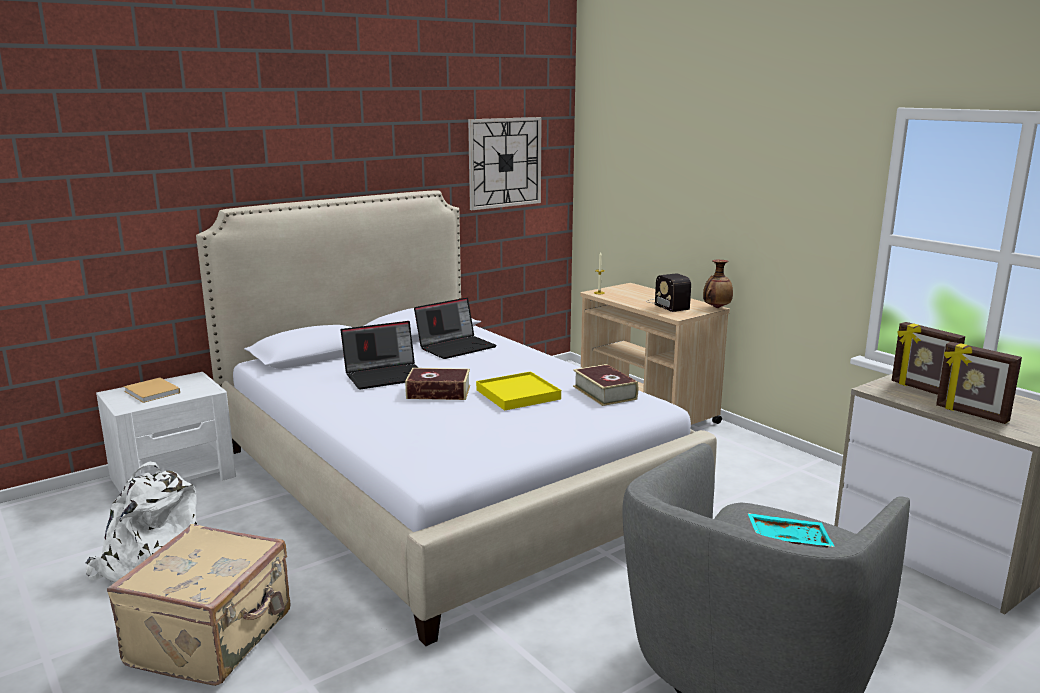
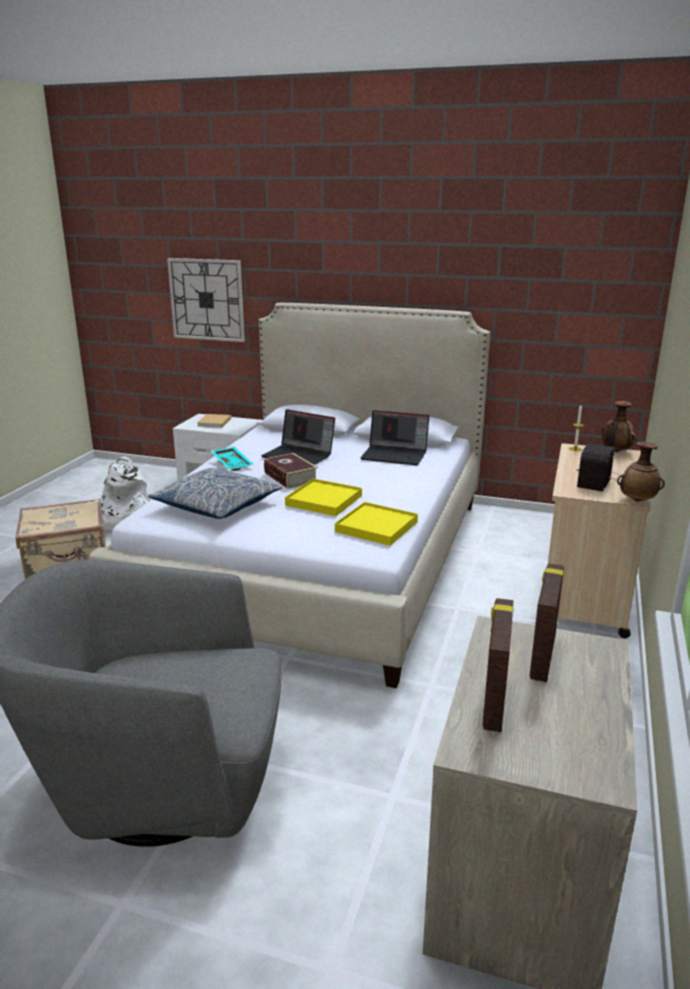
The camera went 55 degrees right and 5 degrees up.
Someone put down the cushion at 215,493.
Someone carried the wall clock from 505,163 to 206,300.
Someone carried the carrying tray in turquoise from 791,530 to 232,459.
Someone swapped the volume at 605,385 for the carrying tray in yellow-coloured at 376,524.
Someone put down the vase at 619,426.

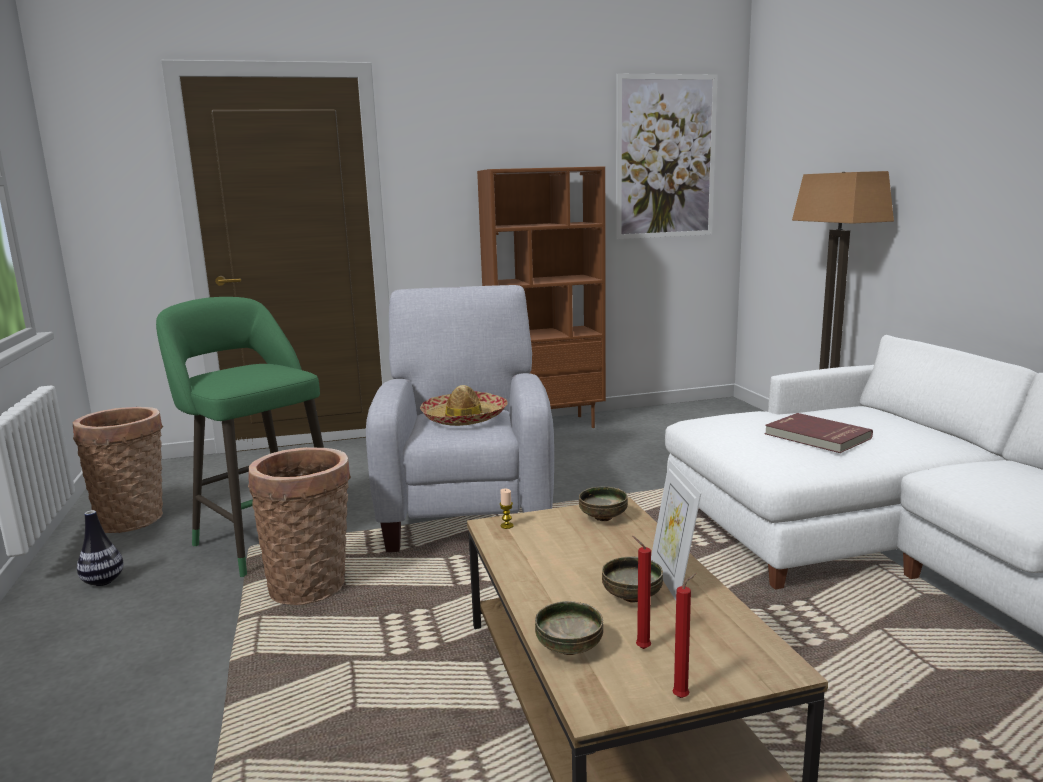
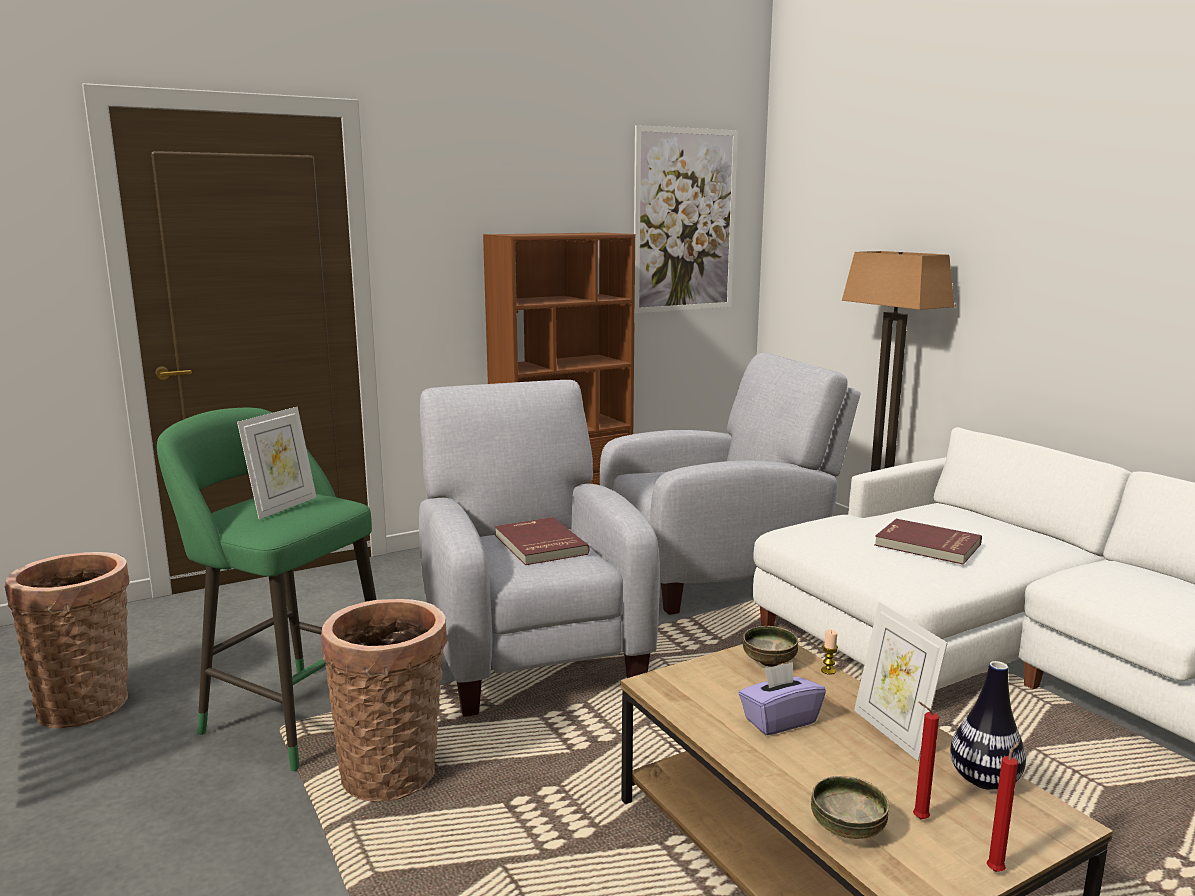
The camera went 15 degrees left and 0 degrees up.
Someone put down the photo frame at 277,463.
Someone swapped the hat at 464,405 for the volume in red at 542,541.
Someone put down the lounge chair in gray at 730,484.
Someone put down the tissue holder in purple-coloured at 782,698.
Someone carried the wax light from 506,509 to 829,652.
Someone carried the vase from 100,548 to 988,725.
Someone took away the bowl at 632,580.

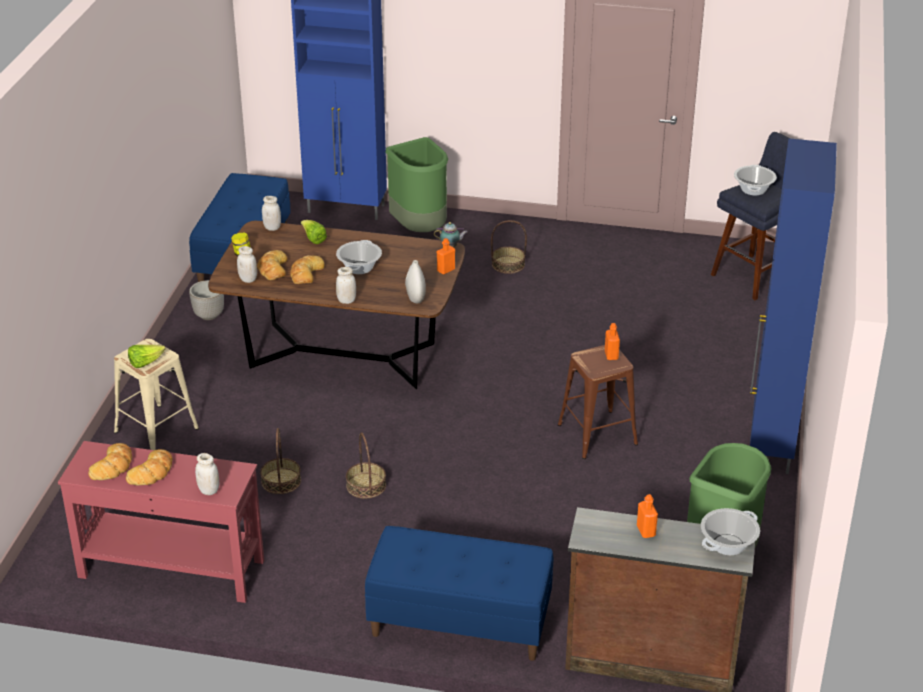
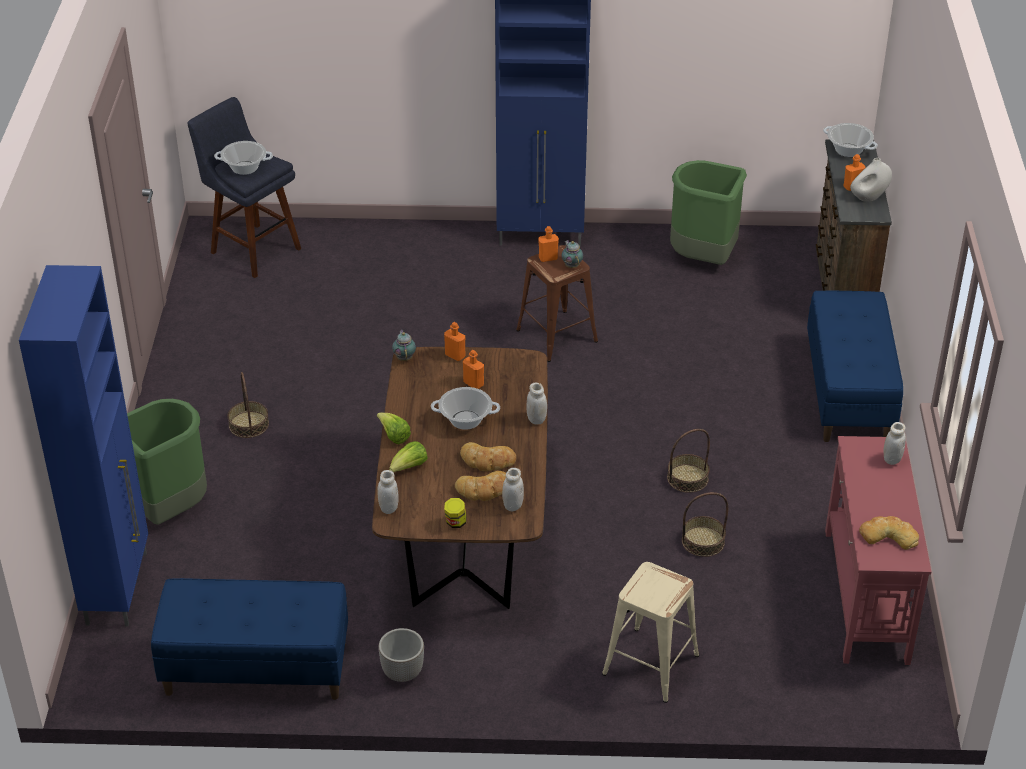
The camera went 100 degrees left and 5 degrees up.
Someone carried the lettuce from 147,356 to 394,428.
Someone put down the bottle in orange at 473,369.
Someone put down the pot for tea at 572,254.
Someone carried the vase in whitish from 415,281 to 871,180.
Someone took away the bakery bread at 149,467.

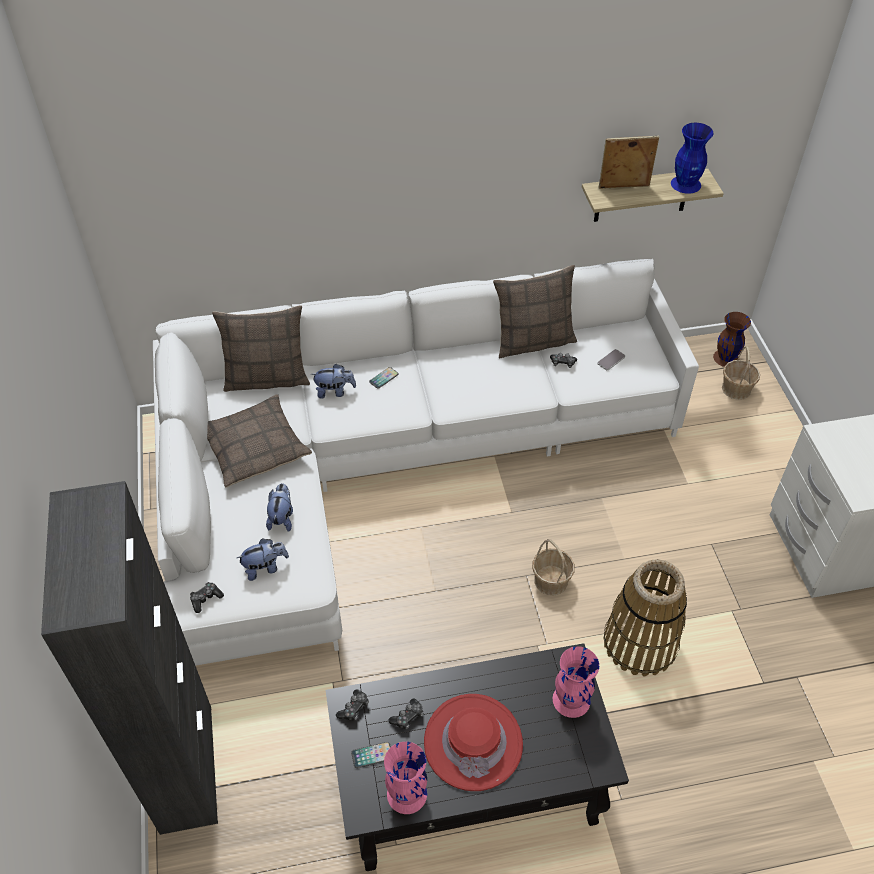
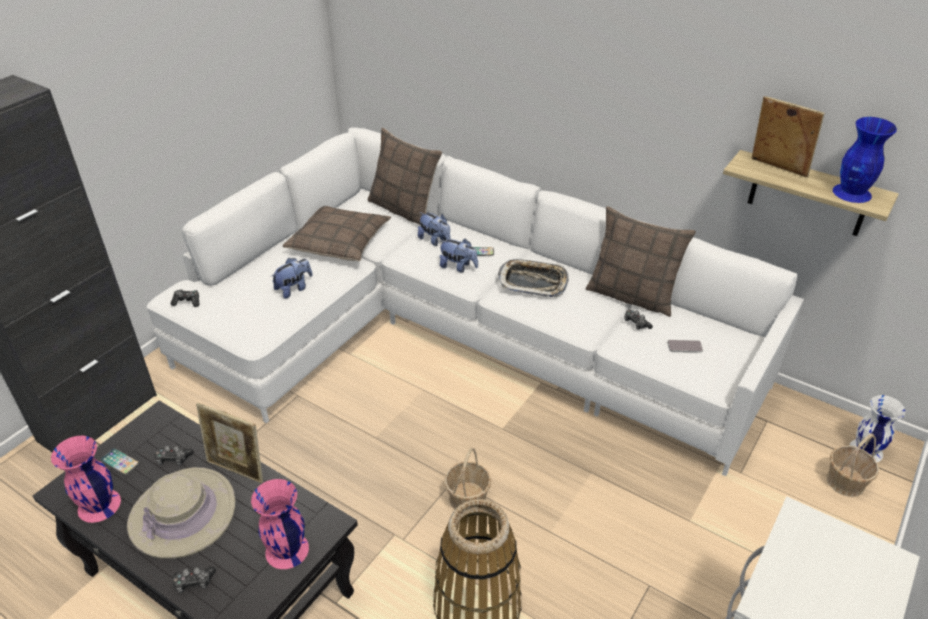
The camera went 45 degrees right and 10 degrees down.
Someone repainted the hat in red at 473,742, which became the hat in sand-coloured at 181,513.
Someone carried the joypad from 352,705 to 194,580.
Someone put down the photo frame at 229,443.
Someone carried the cuddly toy from 263,559 to 458,255.
Someone put down the carrying tray at 533,278.
Someone repainted the vase in brown-coloured at 732,339, which became the vase in whitish at 877,428.

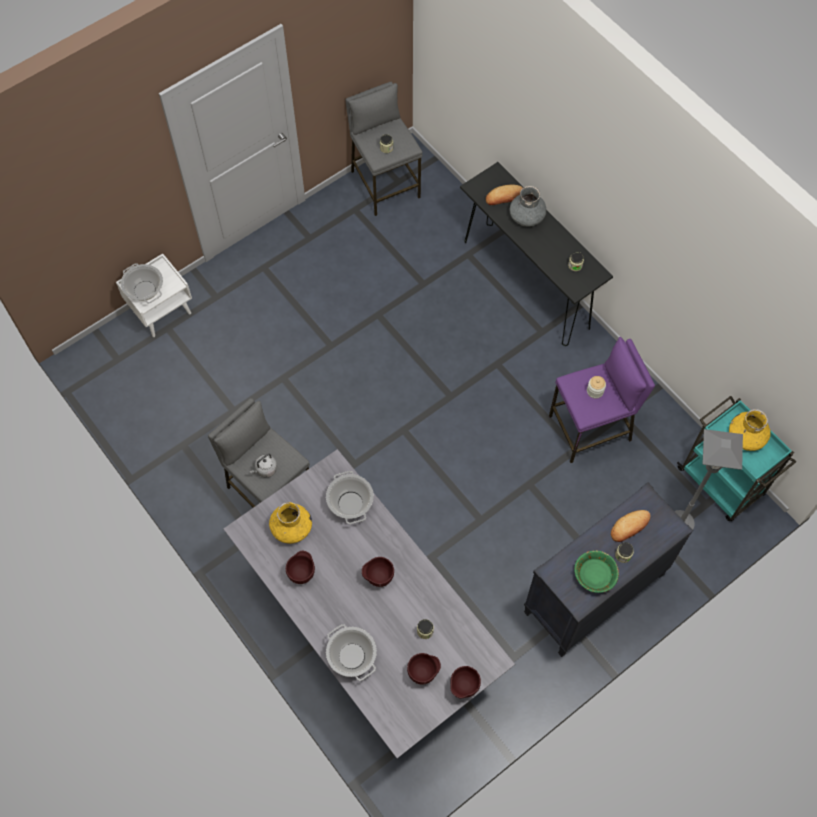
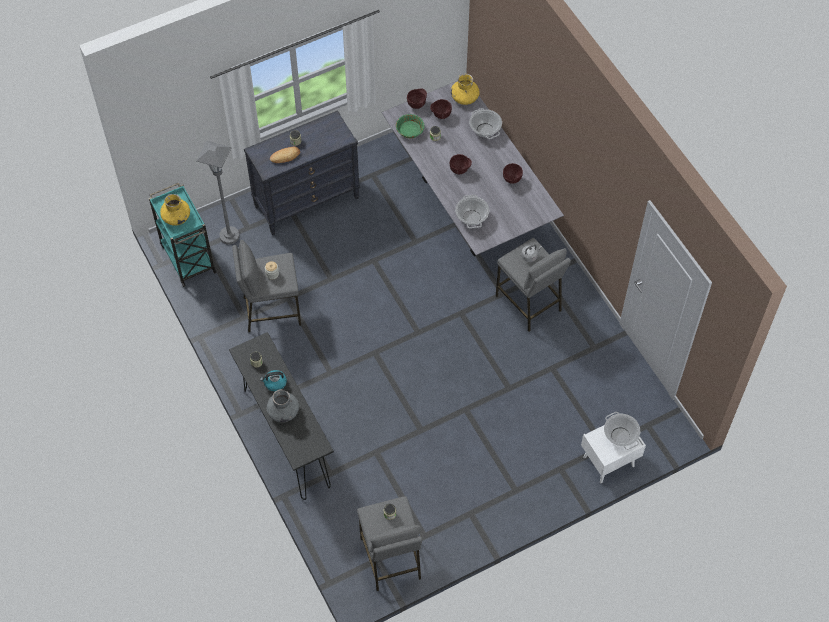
The camera went 170 degrees left and 5 degrees down.
Someone repainted the stool seat in purple-coloured at 602,400, which became the stool seat in gray at 266,286.
Someone put down the kettle at 273,381.
Someone carried the bowl in green-coloured from 596,571 to 410,126.
Someone carried the vase in yellow-coloured from 290,523 to 465,89.
Someone took away the bakery bread at 504,195.

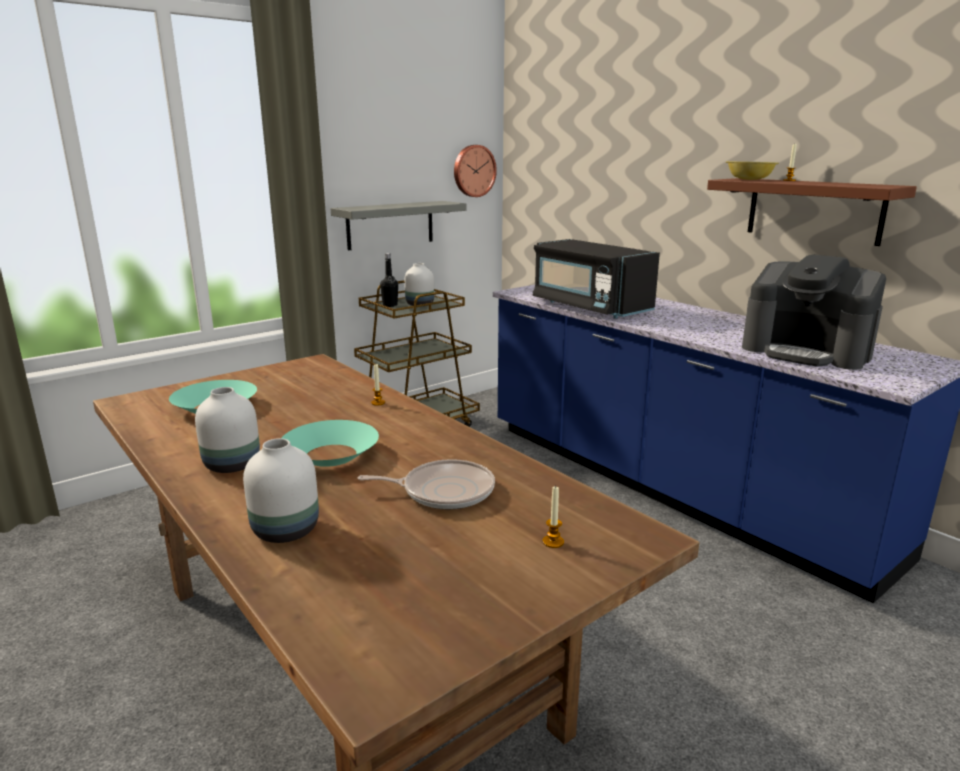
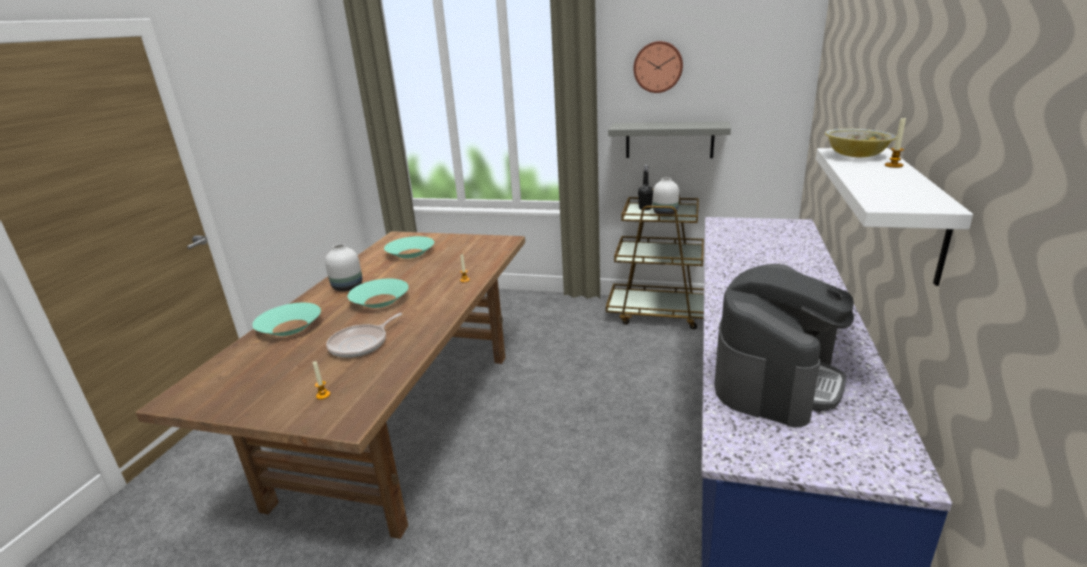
The camera went 55 degrees right and 5 degrees up.
Someone swapped the vase in whitish at 281,490 for the bowl in turquoise at 286,319.
Someone rotated the pan at 426,484 by 75 degrees clockwise.
Someone carried the wall clock from 475,171 to 658,67.
Someone rotated the coffee brewer at 814,312 by 150 degrees counterclockwise.
Someone repainted the bracket shelf in brown-coloured at 812,212, which became the bracket shelf in whitish at 894,217.
Someone took away the kitchen microwave in black-coloured at 596,278.

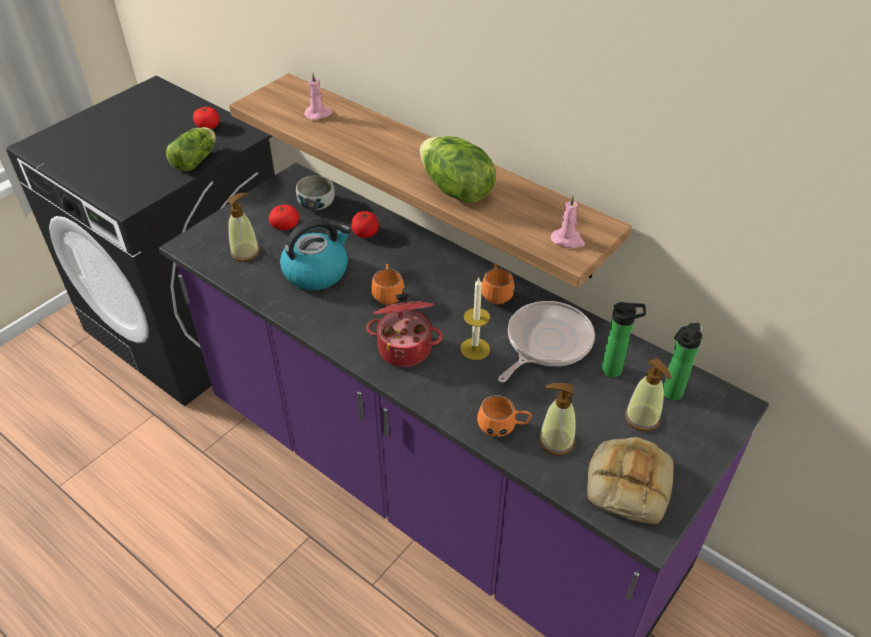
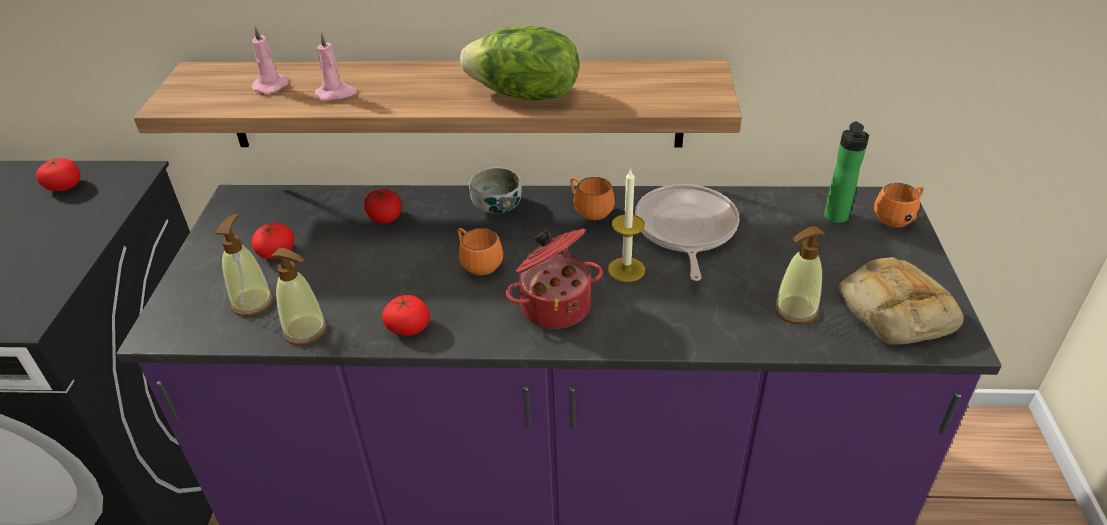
The camera went 35 degrees left and 5 degrees down.
Someone carried the soap bottle from 648,394 to 298,296.
Someone carried the wax light in pink from 568,221 to 336,66.
Someone put down the whole tomato at 406,315.
Someone carried the bowl from 315,192 to 495,190.
Someone carried the coffee mug in orange from 504,416 to 898,205.
Someone took away the lettuce at 191,149.
Someone took away the kettle at 315,254.
Someone took away the bottle at 623,339.

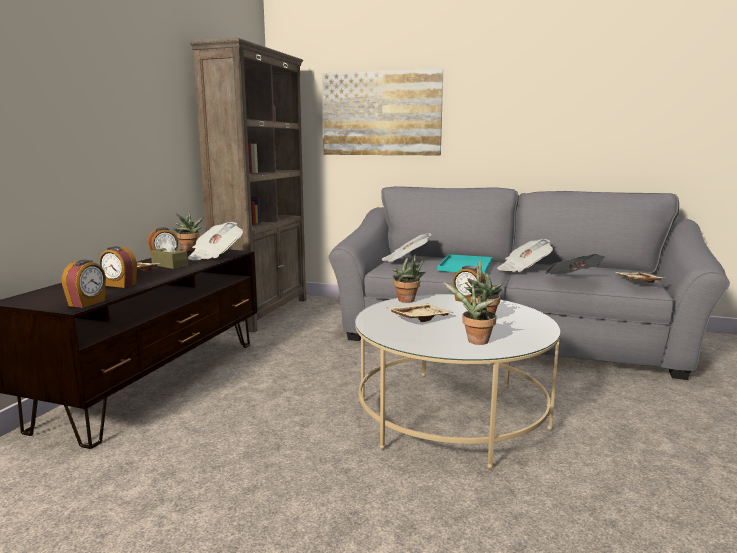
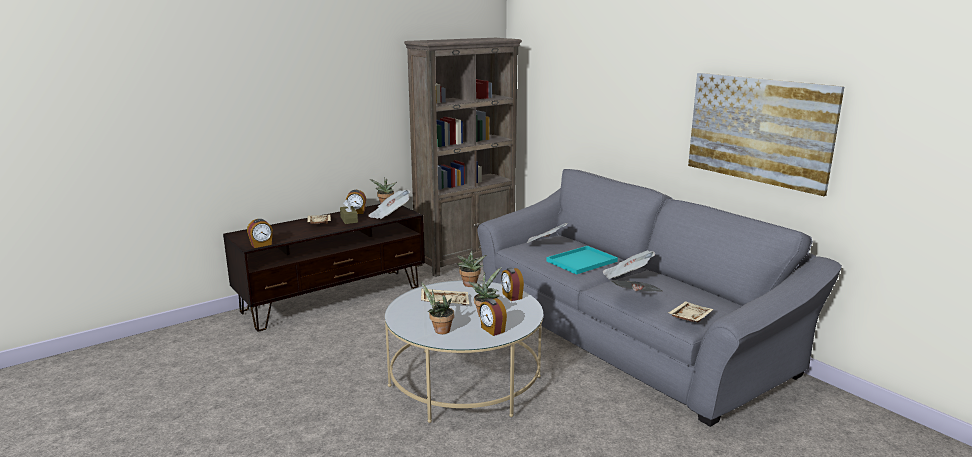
The camera went 35 degrees right and 5 degrees up.
Someone carried the table clock from 118,267 to 493,317.
Someone carried the wall picture from 382,111 to 766,134.

